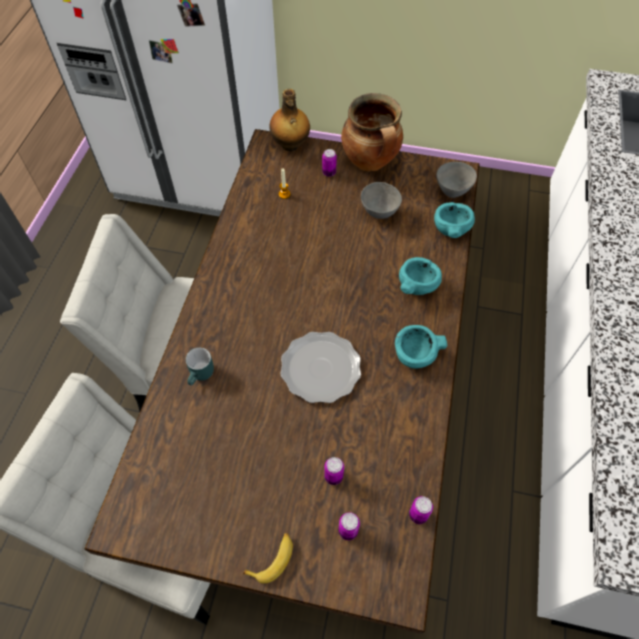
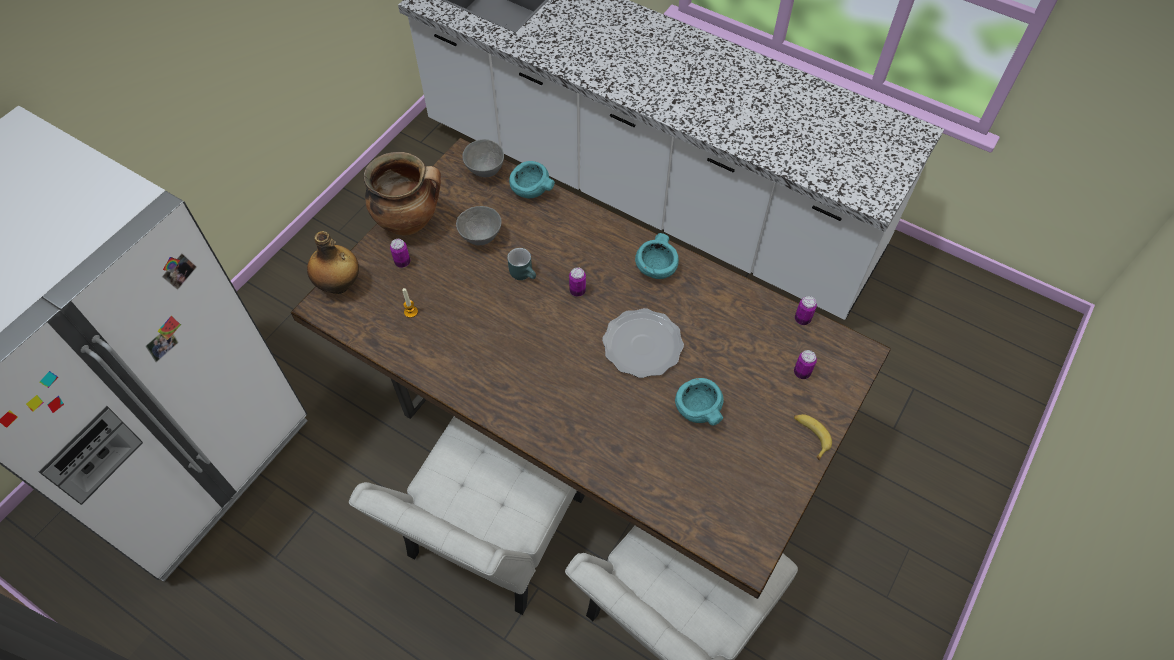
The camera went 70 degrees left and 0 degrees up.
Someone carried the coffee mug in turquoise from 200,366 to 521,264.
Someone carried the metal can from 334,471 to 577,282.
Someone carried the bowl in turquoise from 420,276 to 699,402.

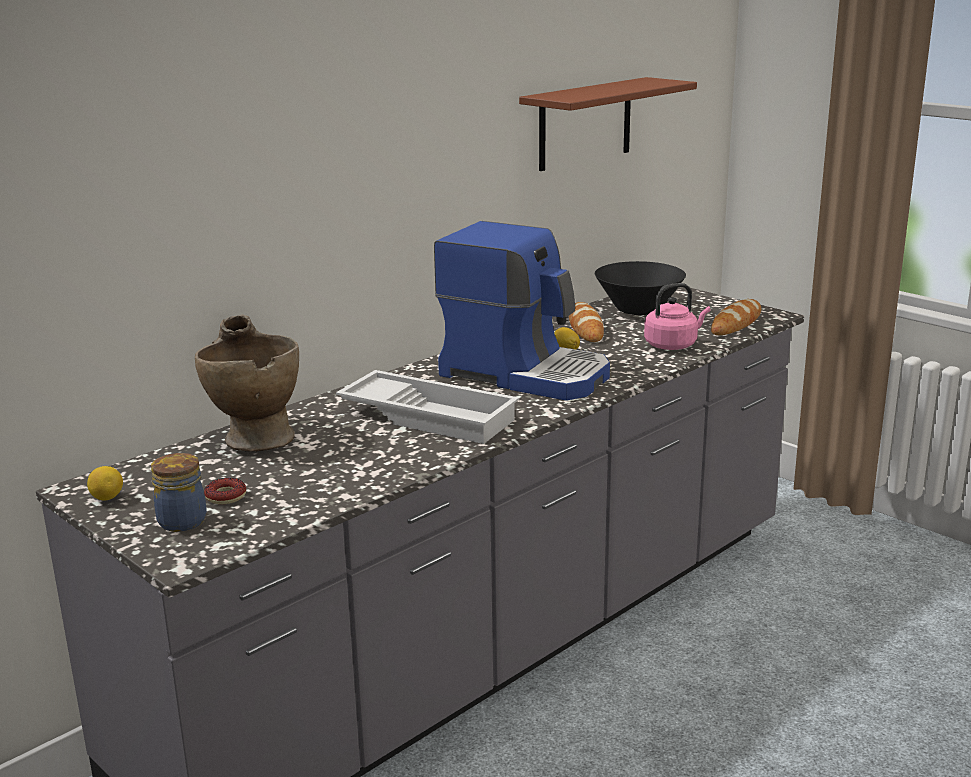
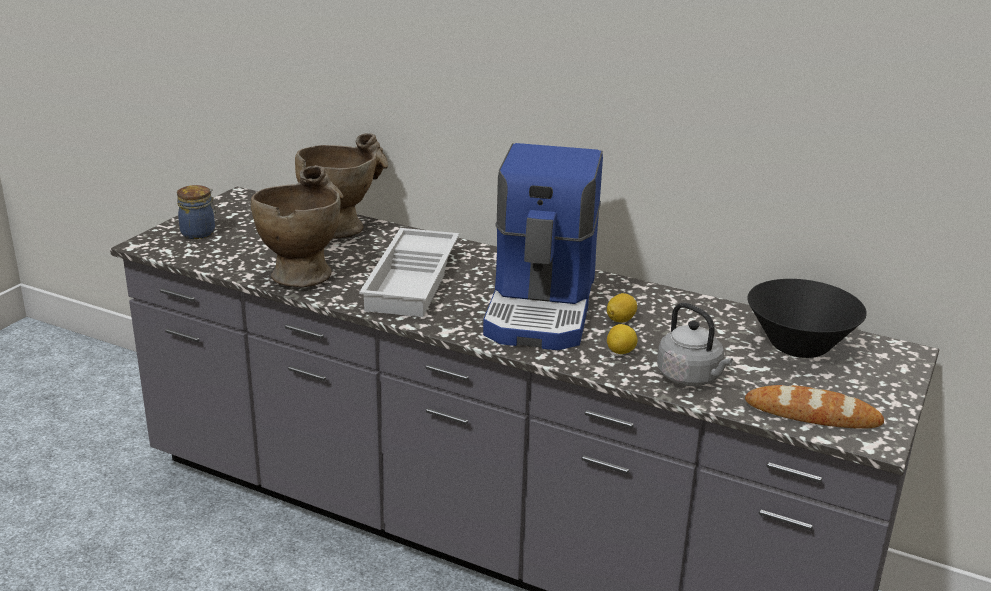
The camera went 70 degrees right and 5 degrees up.
Someone put down the vase in sand-coloured at 297,227.
Someone carried the lemon from 105,483 to 622,339.
Someone repainted the kettle in pink at 677,316, which became the kettle in gray at 695,344.
Someone took away the donut at 225,491.
Someone took away the bracket shelf in brown-coloured at 608,124.
Someone took away the bakery bread at 586,322.

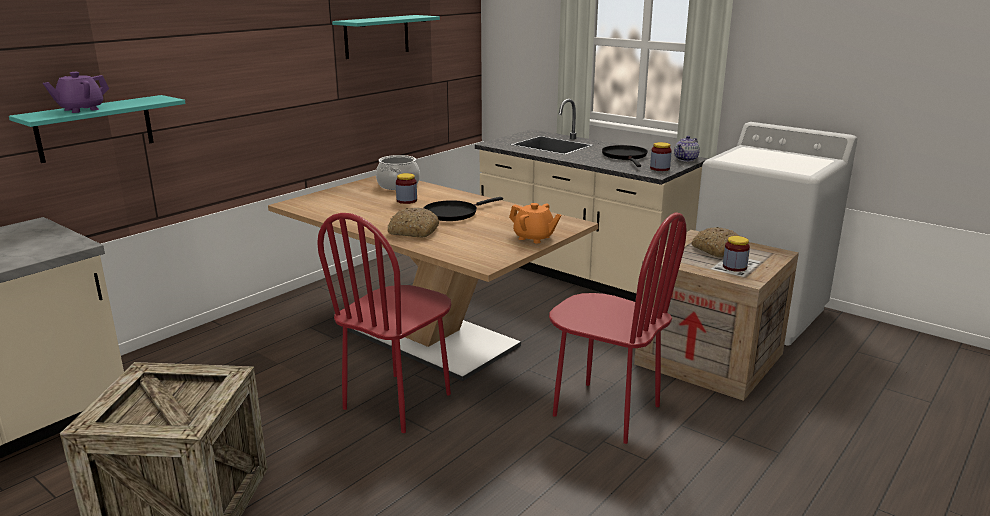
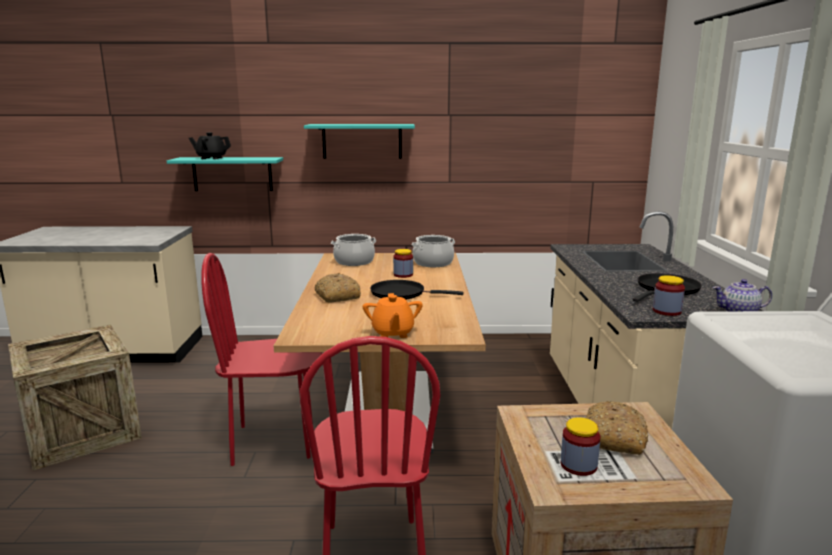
The camera went 50 degrees right and 5 degrees down.
Someone repainted the pot for tea in purple-coloured at 76,92, which became the pot for tea in black-coloured at 210,145.
Someone carried the bracket shelf in turquoise from 386,37 to 359,141.
Someone put down the saucepot at 353,250.

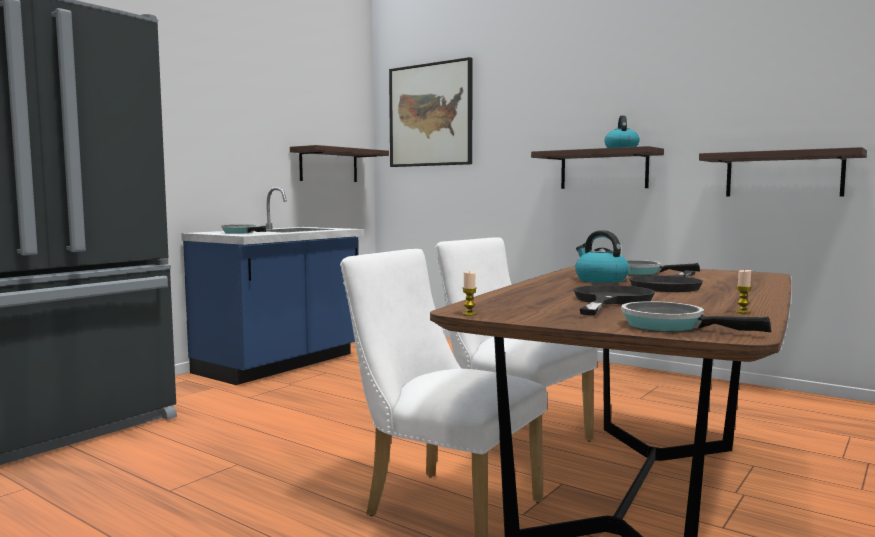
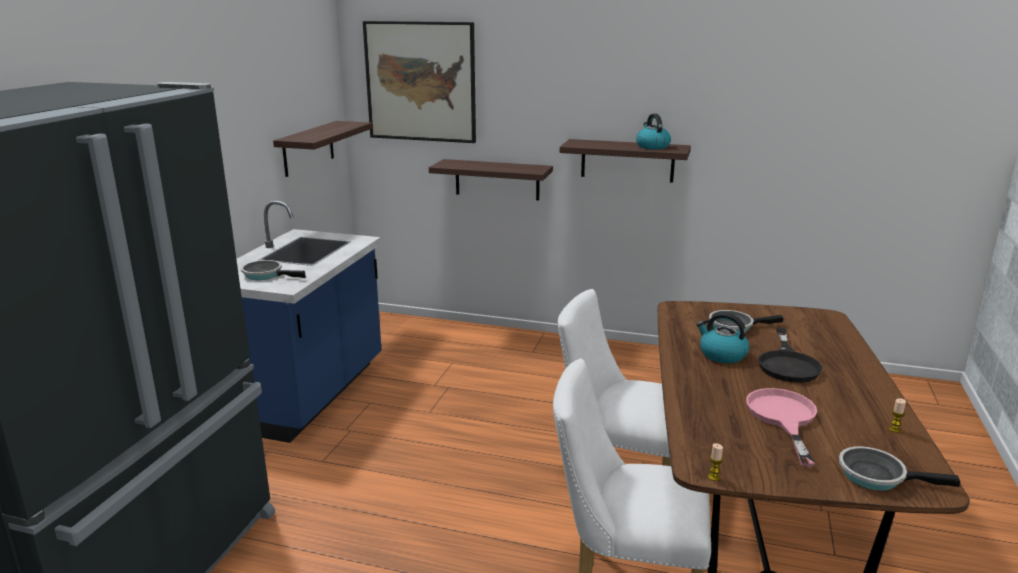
The camera went 20 degrees left and 15 degrees up.
Someone carried the bracket shelf from 783,171 to 491,179.
Someone repainted the pan in black-coloured at 614,300, which became the pan in pink at 781,427.

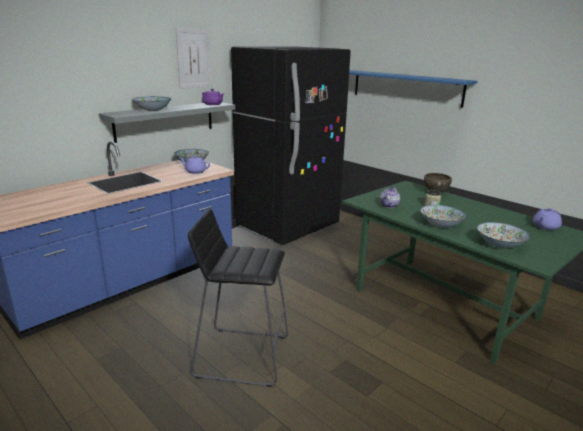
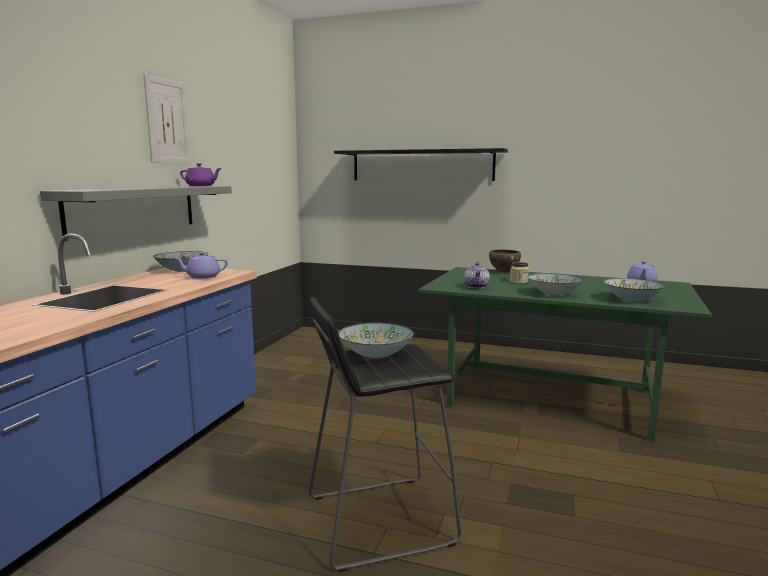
The camera went 25 degrees left and 10 degrees down.
Someone repainted the bracket shelf in blue-coloured at 413,89, which became the bracket shelf in black-coloured at 421,164.
Someone carried the bowl from 151,103 to 376,340.
Someone took away the kitchen fridge in black-coloured at 291,145.

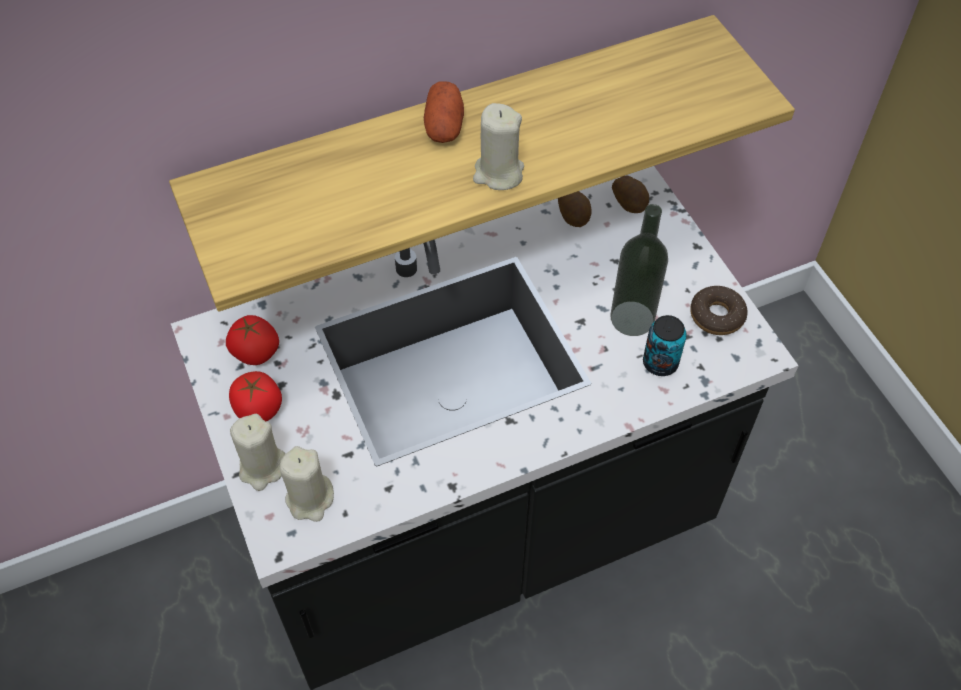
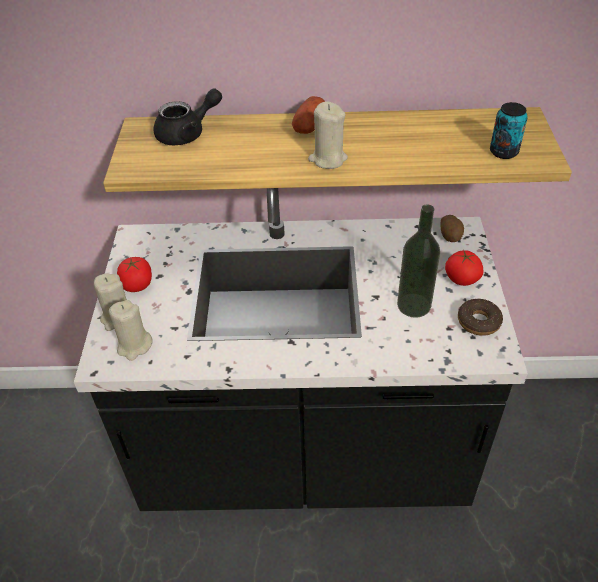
The camera went 25 degrees right and 10 degrees down.
Someone put down the pot for tea in black-coloured at 187,117.
Someone carried the whole tomato from 252,340 to 464,268.
Someone carried the metal can from 665,345 to 509,130.
Someone took away the spud at 575,209.

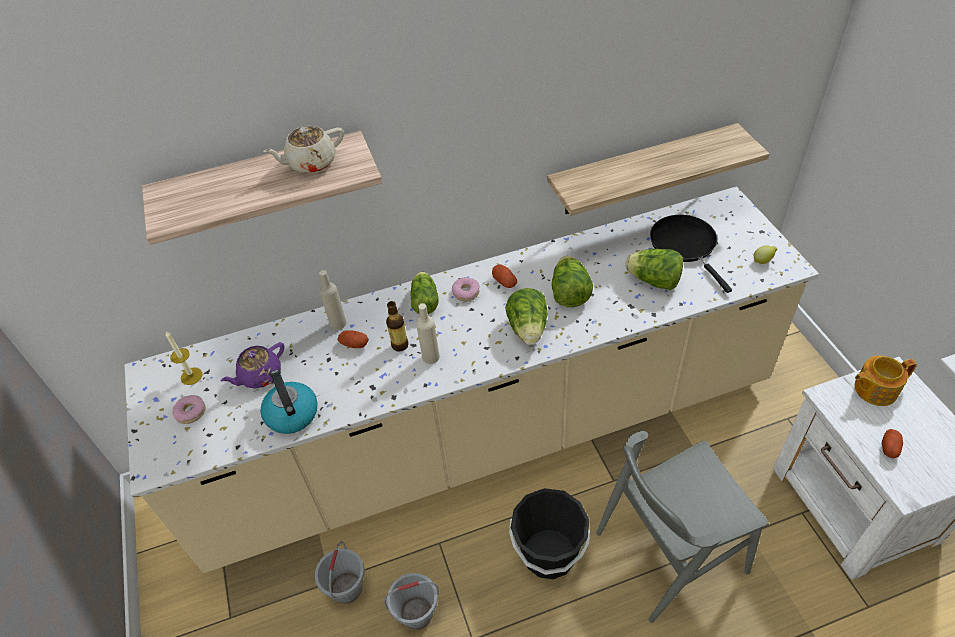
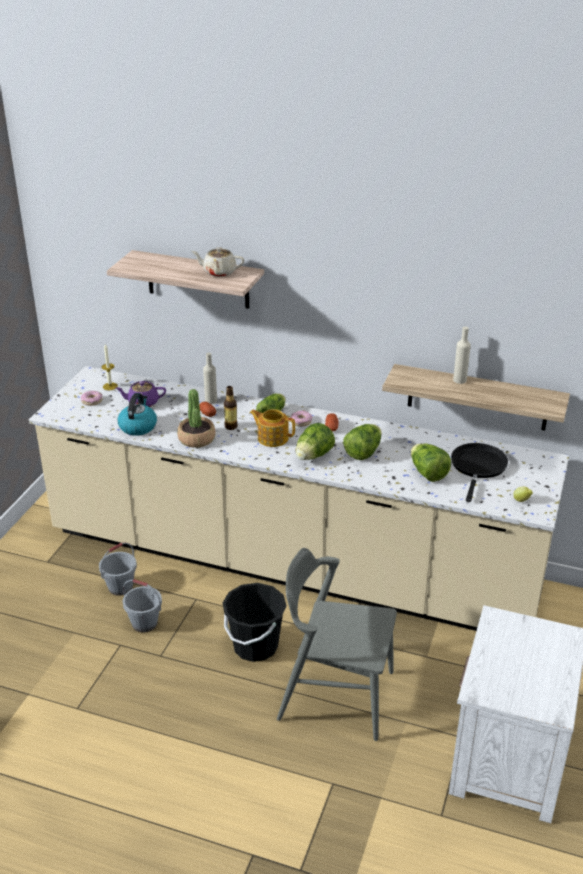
The camera went 35 degrees right and 15 degrees down.
Someone put down the plant in a pot at 196,418.
Someone carried the pot for tea from 886,381 to 272,428.
Someone carried the bottle in sand-coloured from 428,333 to 462,355.
Someone took away the spud at 892,443.

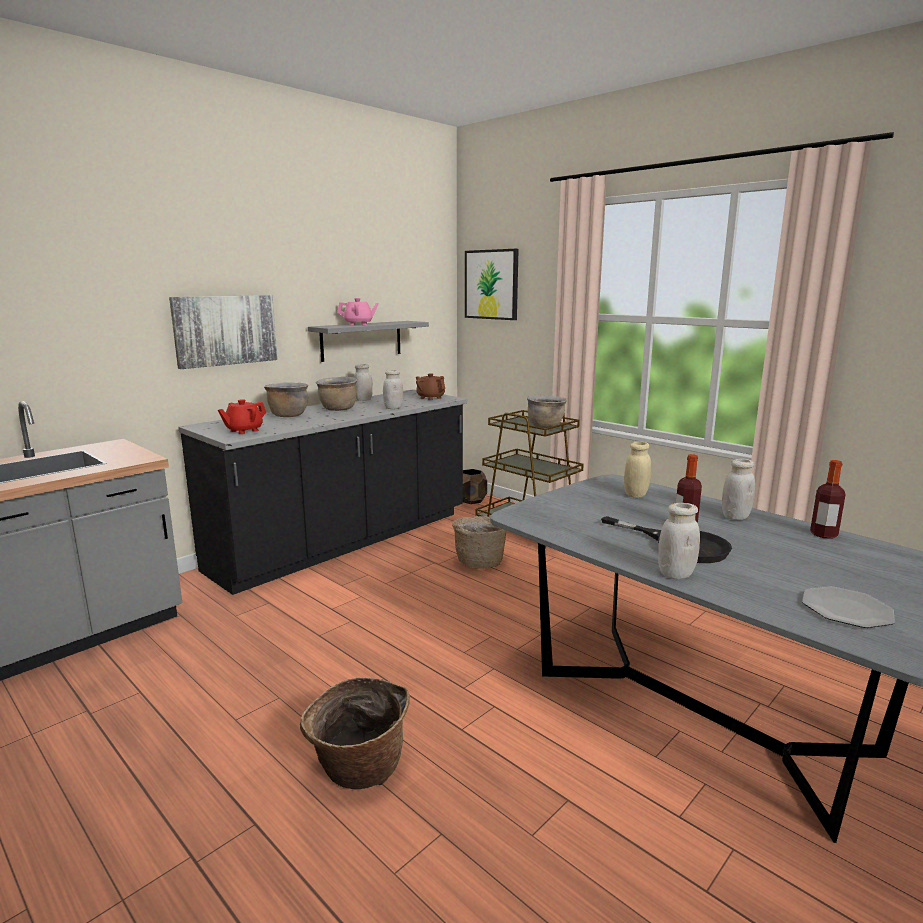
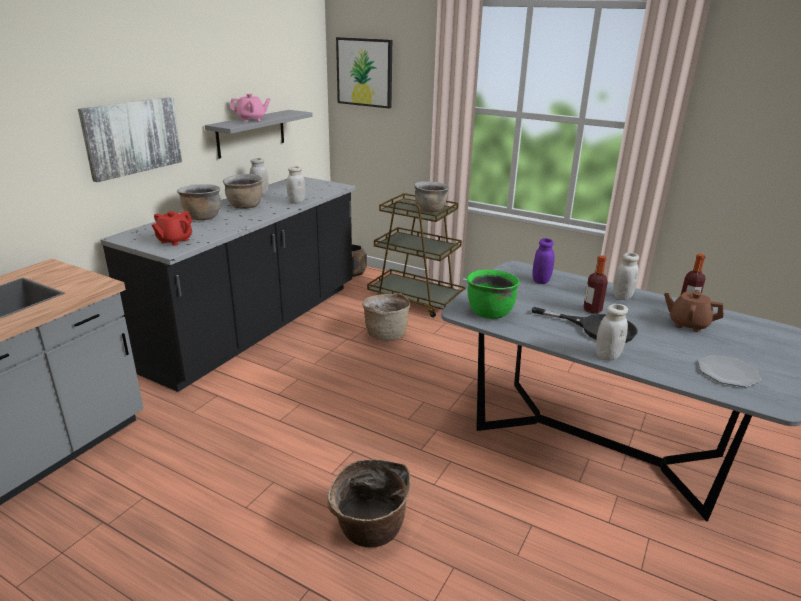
The camera went 15 degrees left and 10 degrees up.
Someone put down the saucepot in green-coloured at 493,294.
Someone repainted the storage jar in sand-coloured at 637,469, which became the storage jar in purple-coloured at 543,261.
Someone carried the pot for tea in brown-coloured from 430,386 to 694,311.

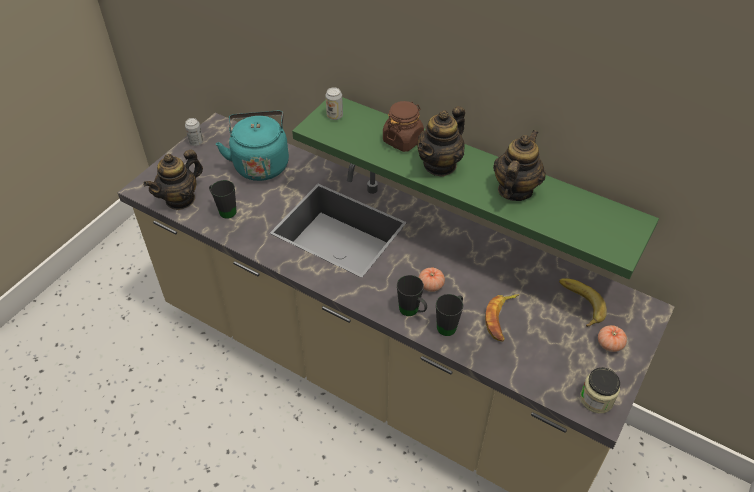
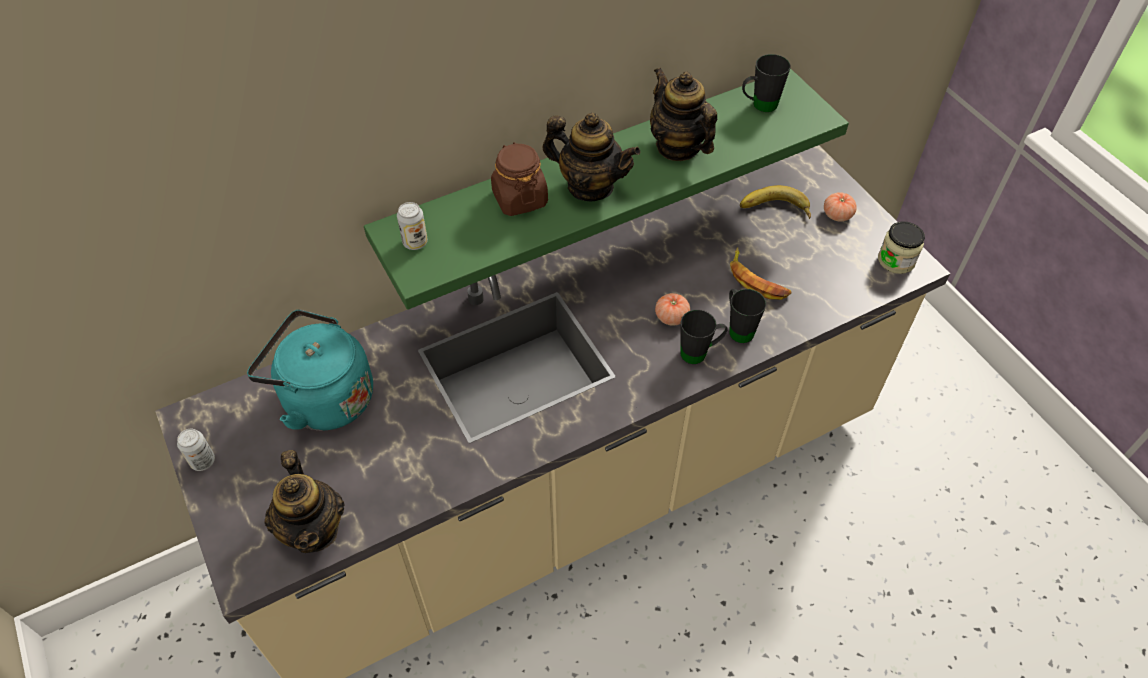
The camera went 60 degrees left and 5 degrees up.
Someone rotated the pot for tea at 441,141 by 45 degrees counterclockwise.
Someone carried the coffee mug in black-coloured from 222,199 to 766,83.

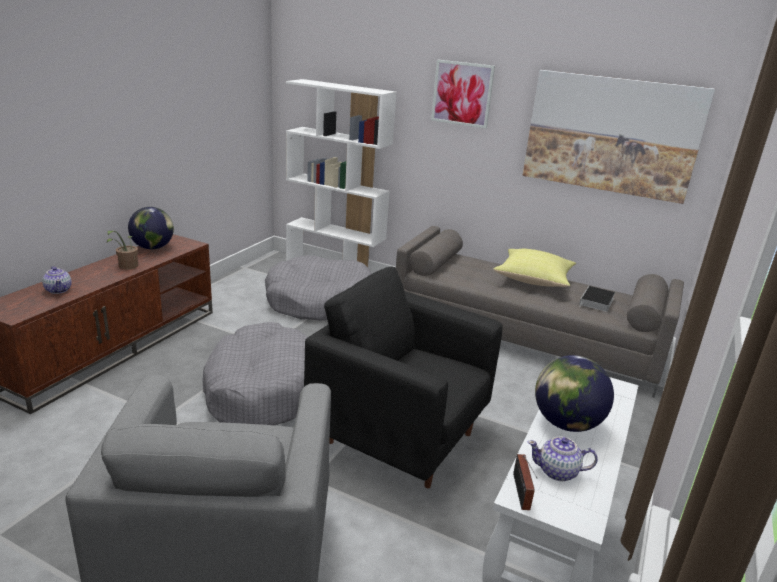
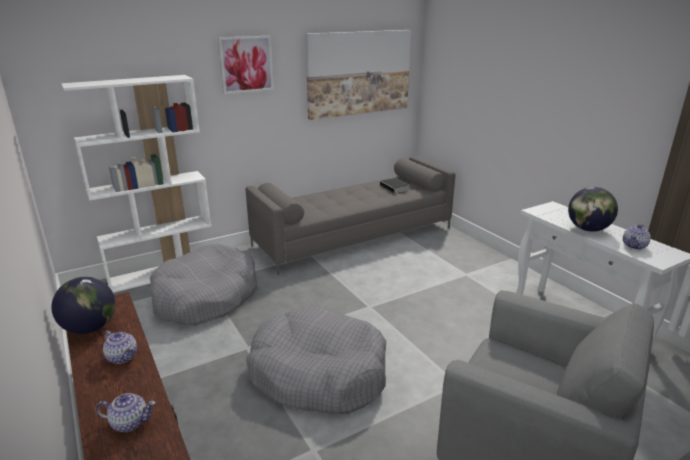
The camera went 55 degrees left and 0 degrees up.
Someone swapped the plant in a pot at 122,249 for the pot for tea at 120,347.
Someone took away the lounge chair in black-coloured at 403,377.
Someone took away the cushion in yellow-coloured at 534,268.
Someone took away the radio receiver at 525,482.

